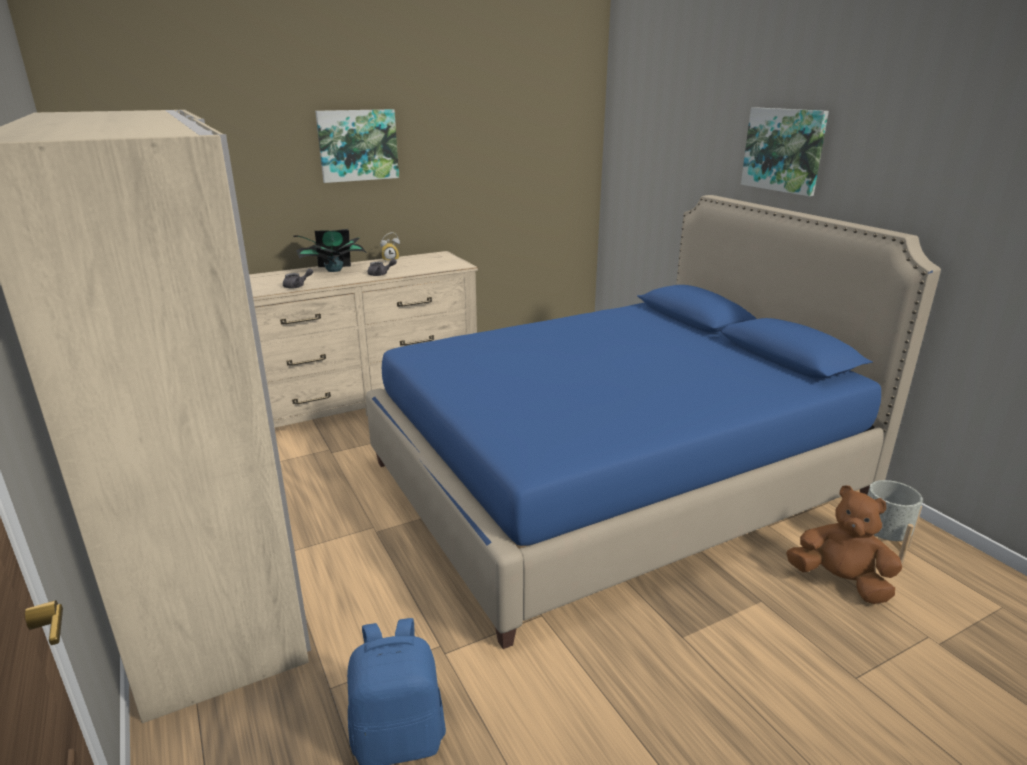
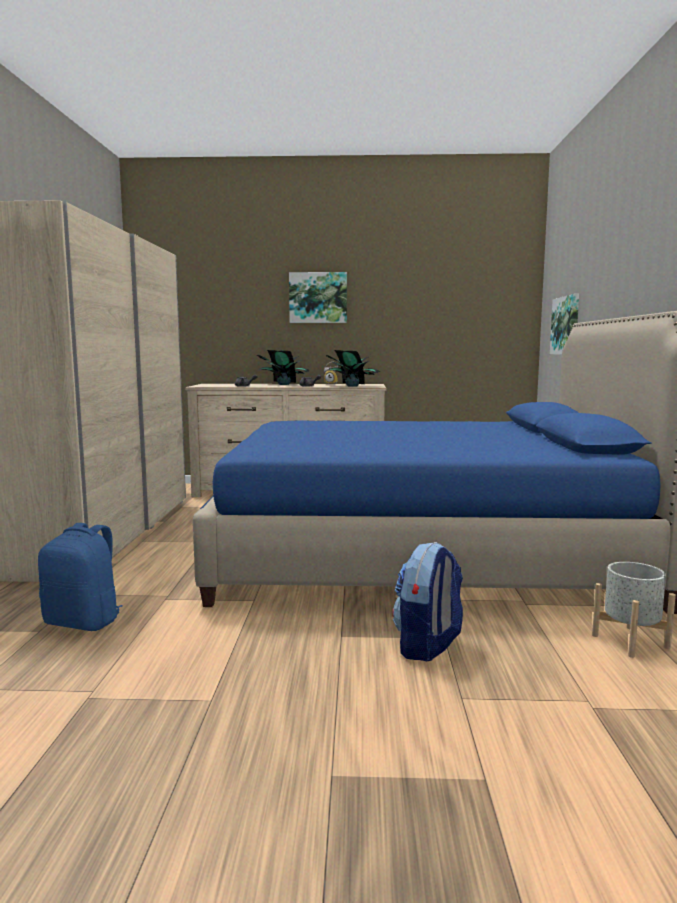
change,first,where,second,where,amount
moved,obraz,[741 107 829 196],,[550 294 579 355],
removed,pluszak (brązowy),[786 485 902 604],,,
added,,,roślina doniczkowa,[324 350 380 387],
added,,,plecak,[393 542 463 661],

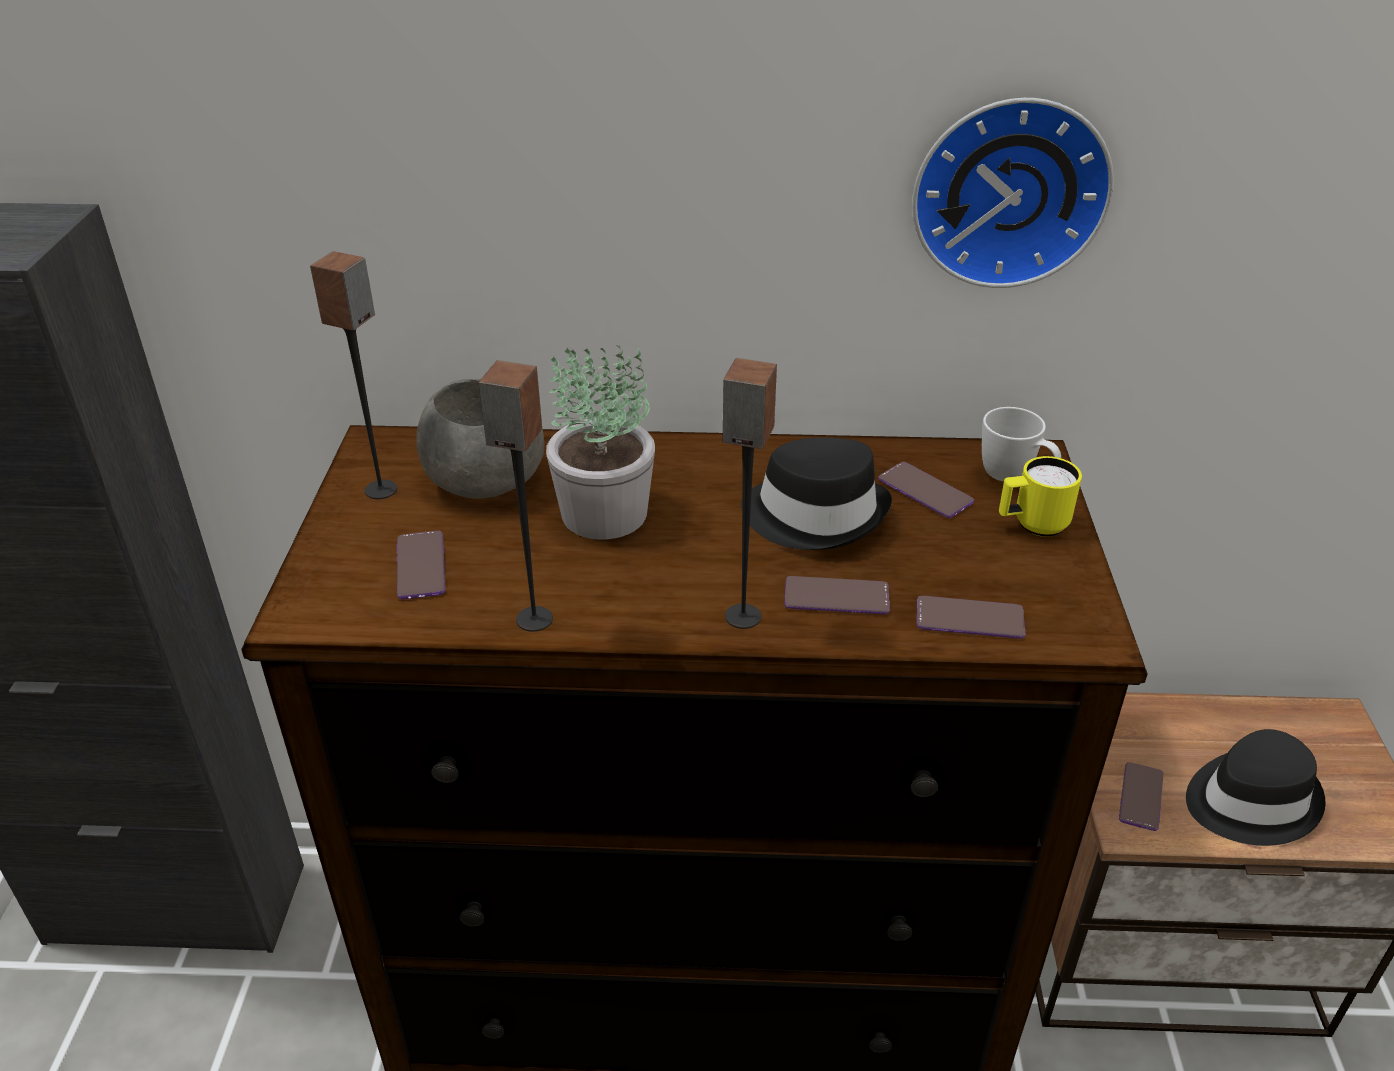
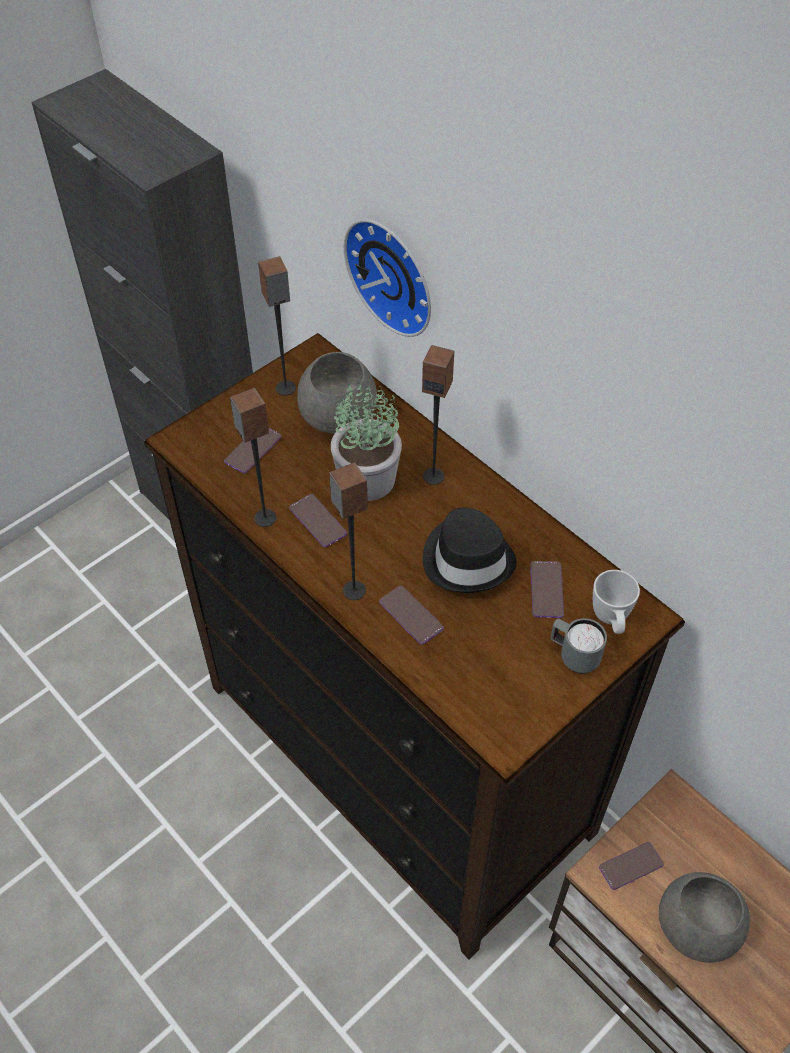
change,first,where,second,where,amount
moved,zegar ścienny,[912 98 1114 288],,[344 219 431 337],
recoloured,kubek (żółty),[999 456 1082 537],kubek (szary),[550 618 607 674],
moved,telefon,[917 596 1026 639],,[289 494 347 547],
replaced,kapelusz (czarny),[1186 729 1326 846],miska (szary),[659 872 750 963],
added,,,głośnik,[422 345 454 485],

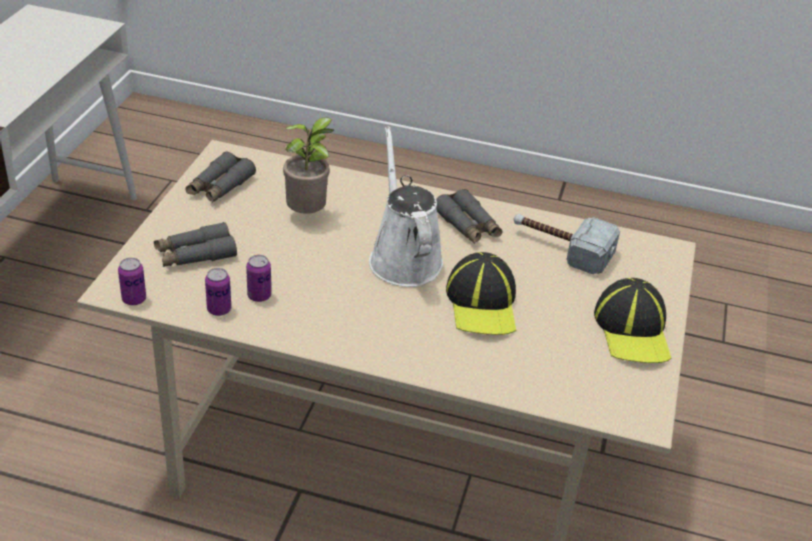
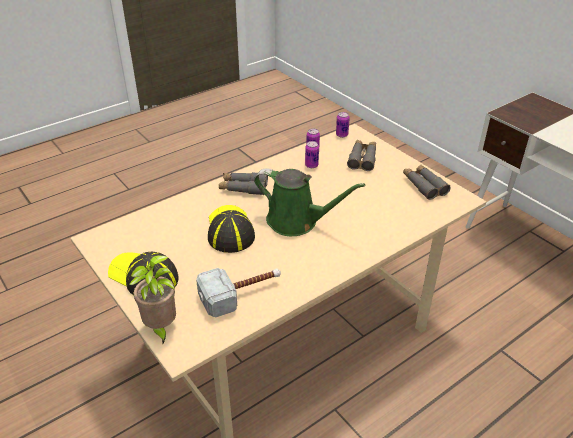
change,first,where,second,where,amount
moved,roślina doniczkowa,[283 117 334 214],,[129 255 176 343],
recoloured,konewka (biały),[369 126 443 287],konewka (zielony),[254 168 365 236],
moved,lornetka (szary),[436 189 503 244],,[219 172 268 195],
turned,czapka z daszkiem,[446 252 516 335],,[208 205 255 253],45 degrees clockwise

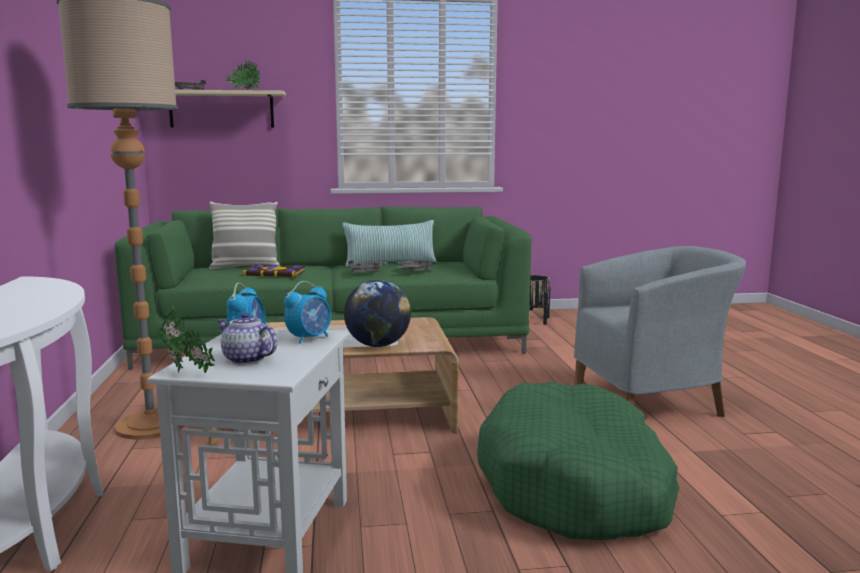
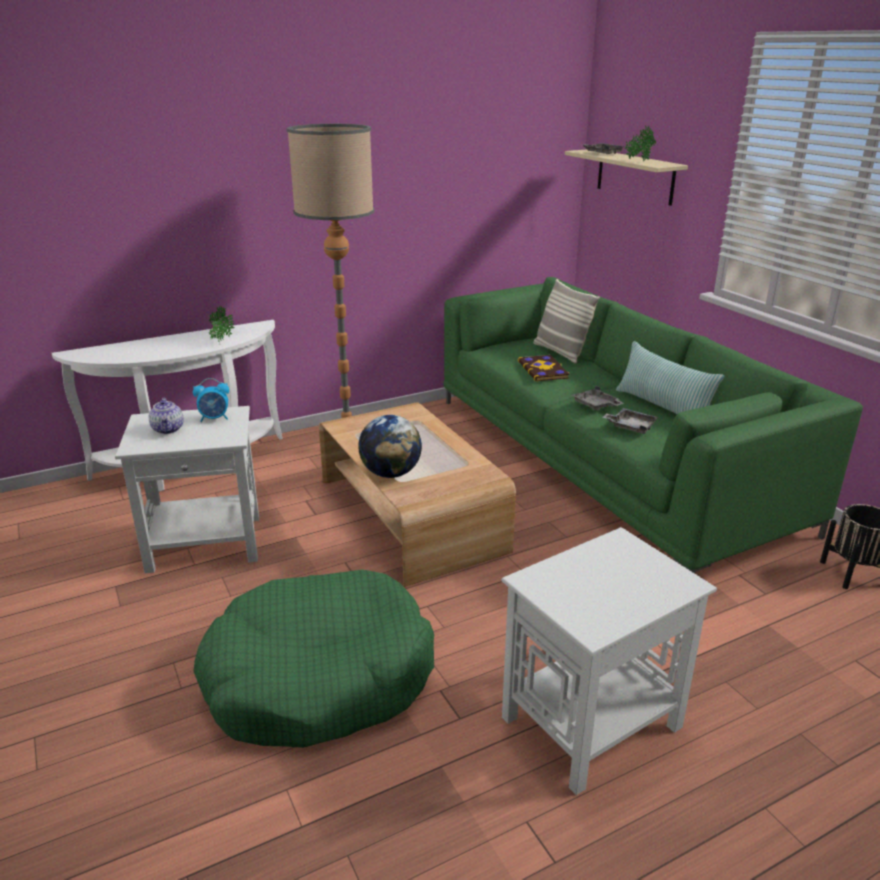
change,first,where,second,where,amount
replaced,fotel (szary),[574 246 746 417],stolik (biały),[502 527 717 795],
removed,budzik,[284 281 331 344],,,
moved,roślina doniczkowa,[159 306 216 373],,[209 306 234 344],
turned,imbryk,[216 312 277 365],,[149 398 184 434],150 degrees clockwise

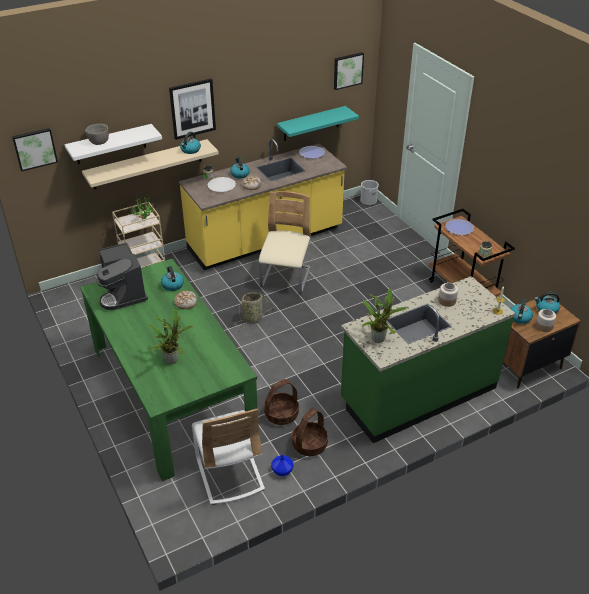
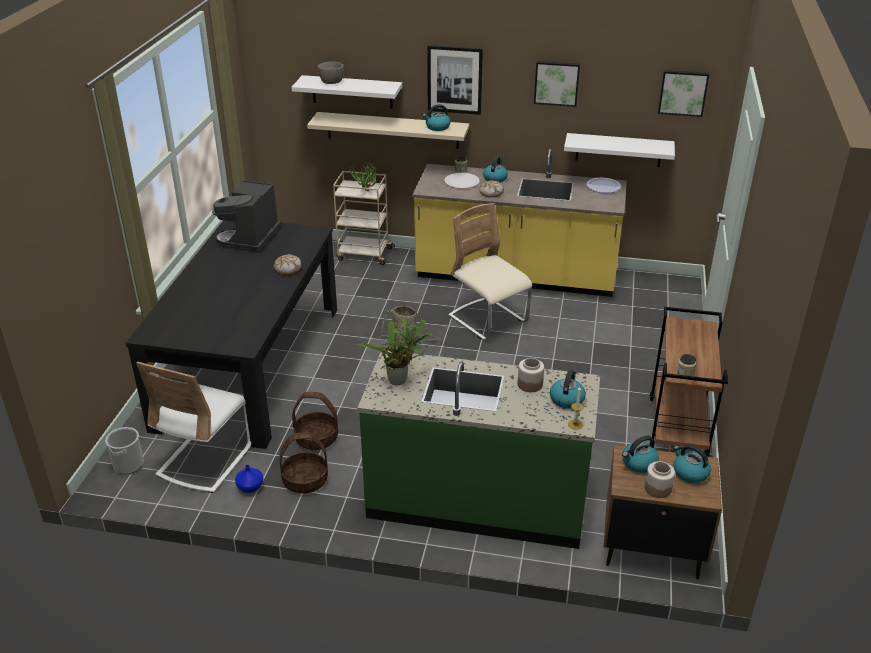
change,first,where,second,where,amount
recoloured,półka (turkusowy),[277 106 359 141],półka (biały),[564 133 675 167],
moved,obraz,[12 128 58 172],,[534 61 580 107],
moved,wiadro,[360 180 379 206],,[105 427 144 474],
turned,krzesło (beżowy),[259 191 311 293],,[448 203 532 340],90 degrees counterclockwise
removed,talerz,[445 219 474 235],,,
recoloured,stół jadalny (zielony),[80 259 257 482],stół jadalny (czarny),[126 221 337 449],
moved,czajnik,[161 266 184 291],,[550 370 586 409],
removed,roślina doniczkowa,[149 309 193 364],,,

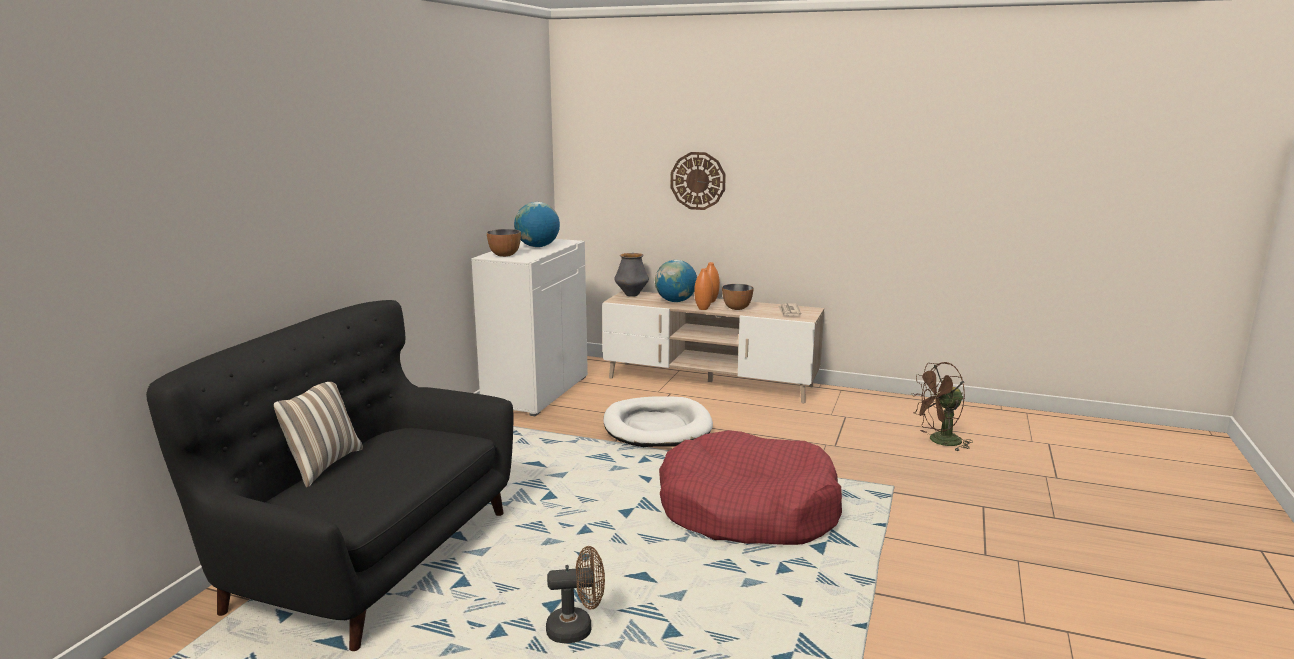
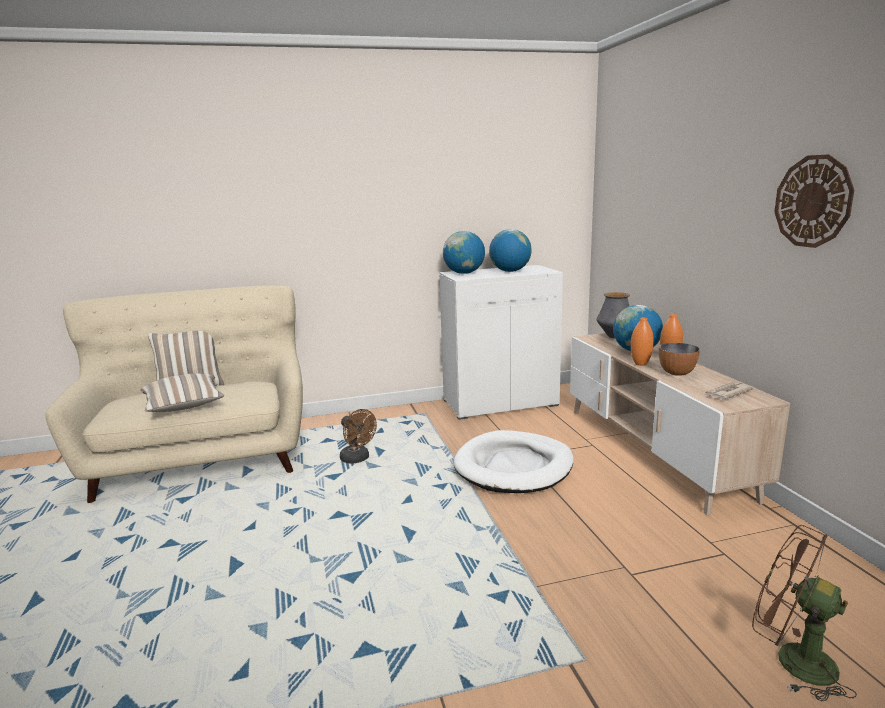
change,first,where,second,where,amount
moved,zegar ścienny,[671 152 726 210],,[774 154 854 248],
replaced,miska,[487 229 521 257],globus,[443 231 485 274],
recoloured,kanapa (czarny),[146 300 513 651],kanapa (beżowy),[45 285 303 503],
removed,legowisko (czerwony),[659 430 842 545],,,
moved,wentylator (brązowy),[546 546 605 643],,[340 409 377 464],
added,,,poduszka,[141 373 224 412],

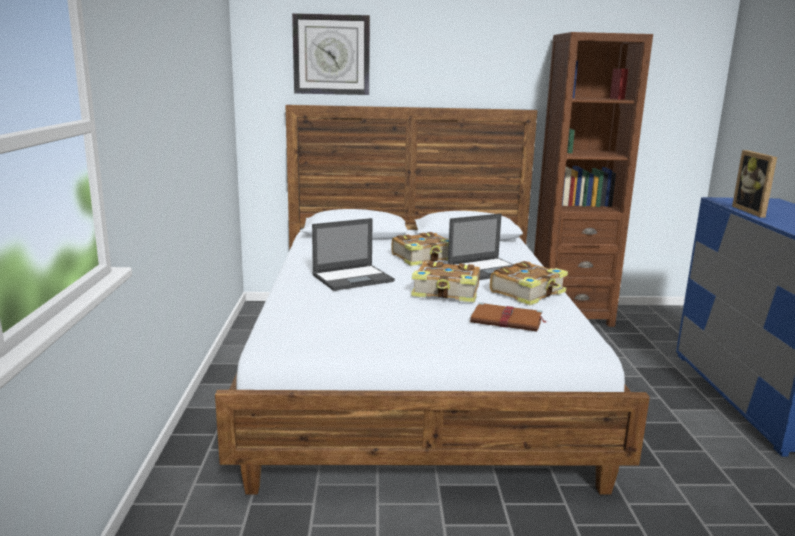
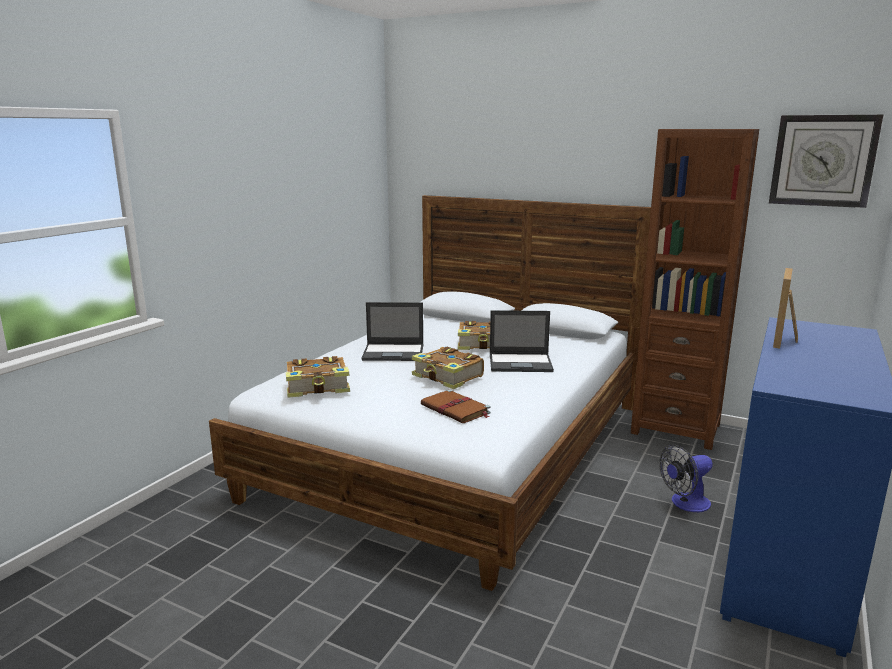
change,first,where,second,where,amount
moved,zegar ścienny,[292 13 370 95],,[769 115 883 208],
moved,książka,[490 261 568 305],,[286 356 350 398],
added,,,wentylator,[659 445 713 512],

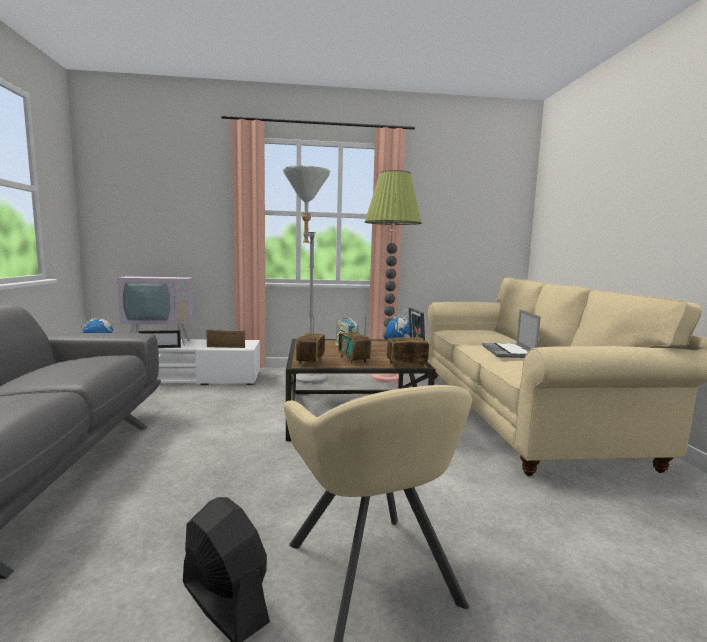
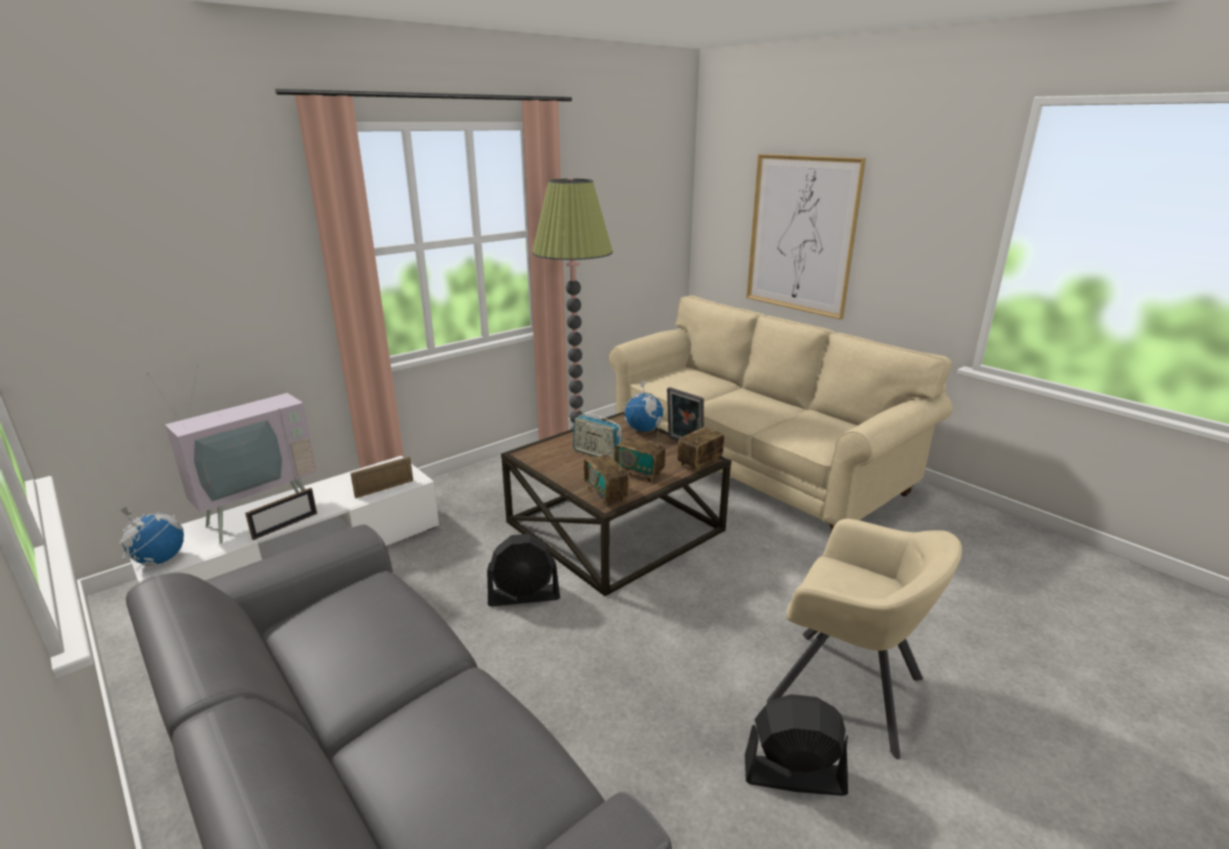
change,first,where,second,where,amount
removed,lampa stojąca (szary),[283 165 330 383],,,
removed,laptop,[482 310 541 358],,,
added,,,obraz,[746 154 866 320],
added,,,wentylator (czarny),[487 534 560 606],

